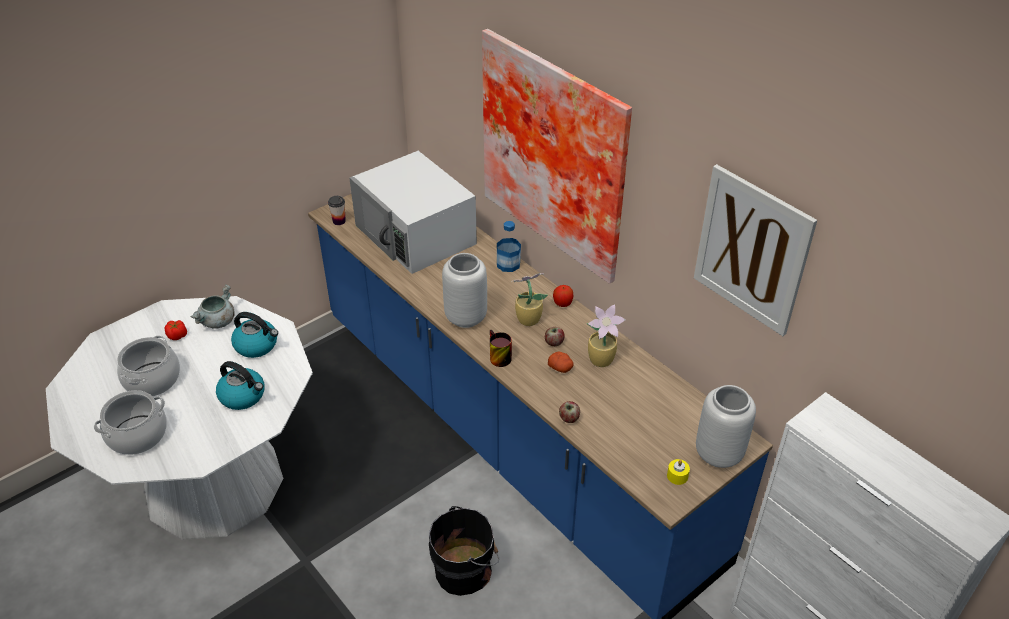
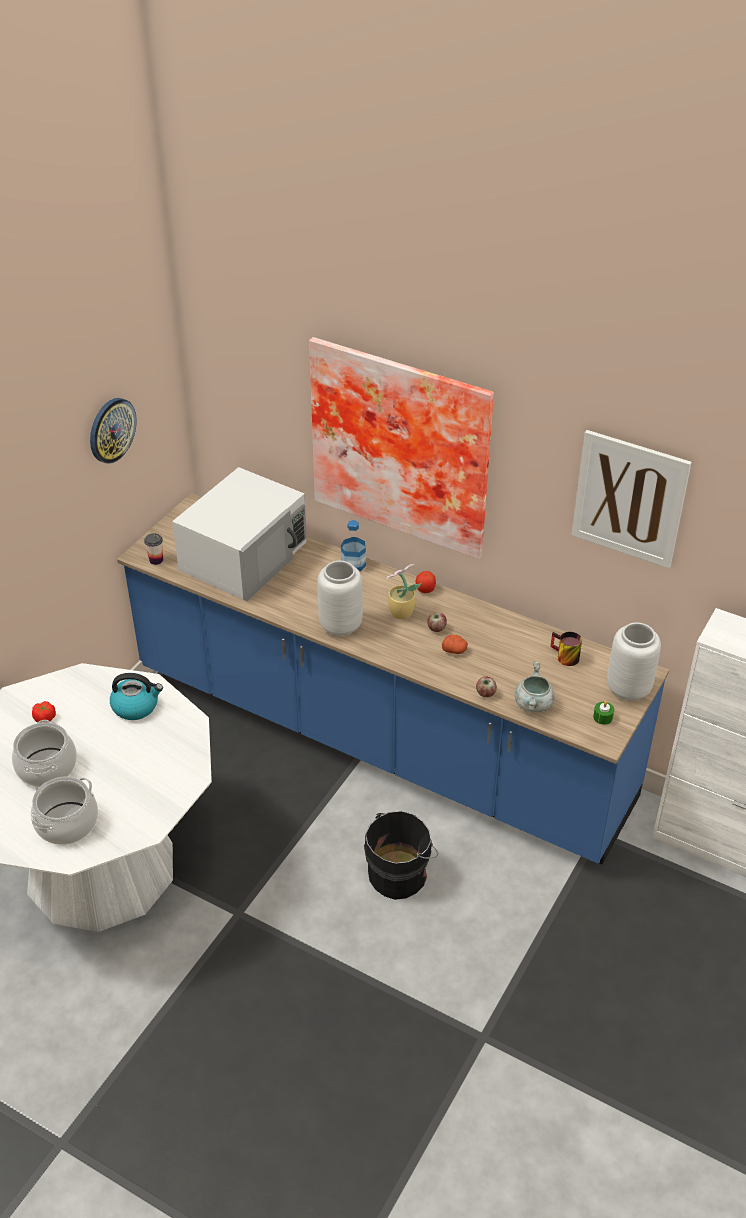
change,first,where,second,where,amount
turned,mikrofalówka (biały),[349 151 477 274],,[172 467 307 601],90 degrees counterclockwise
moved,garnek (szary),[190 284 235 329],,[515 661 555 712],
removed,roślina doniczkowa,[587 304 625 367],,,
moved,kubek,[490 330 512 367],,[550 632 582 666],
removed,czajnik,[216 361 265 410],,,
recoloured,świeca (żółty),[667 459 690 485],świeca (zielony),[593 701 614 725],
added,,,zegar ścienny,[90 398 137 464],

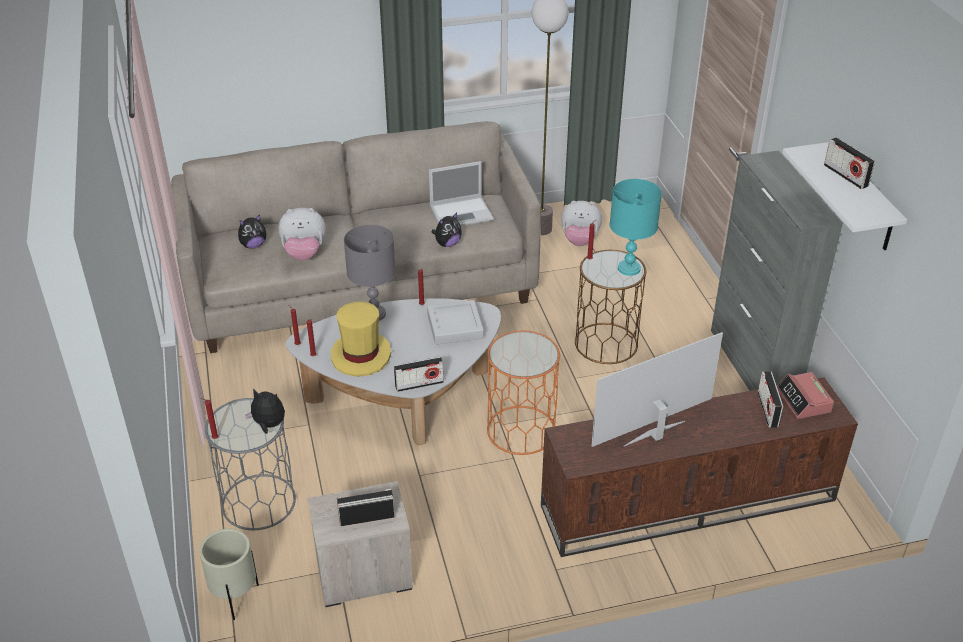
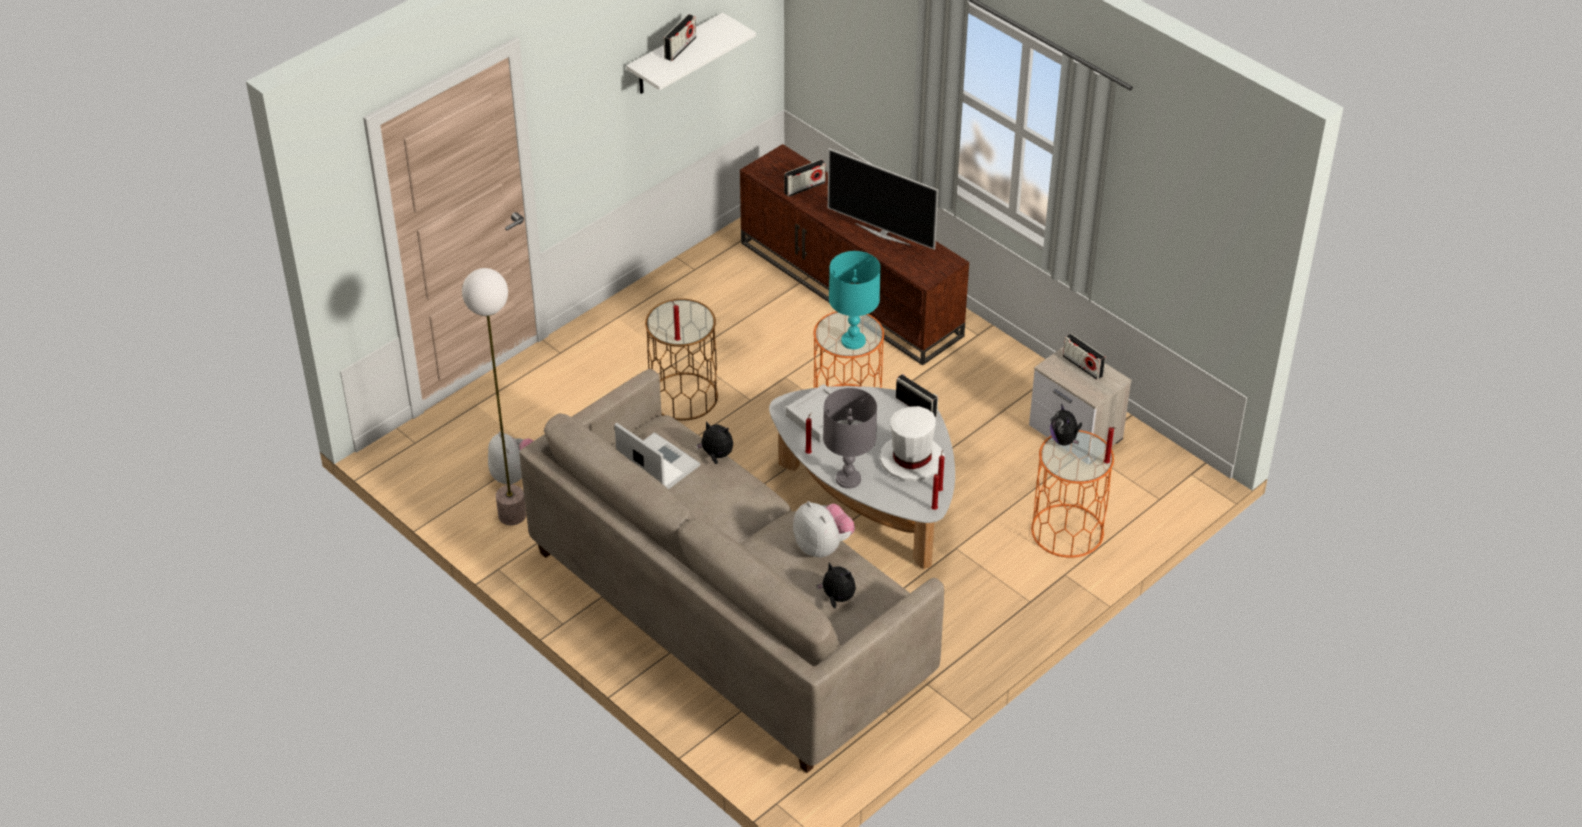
change,first,where,second,where,amount
removed,szafka (szary),[711 150 843 391],,,
moved,lampa stołowa (turkusowy),[610 179 662 276],,[829 251 881 349],
recoloured,kapelusz (żółty),[331 301 391 377],kapelusz (biały),[880 406 945 481],
removed,budzik,[777 372 834 419],,,
recoloured,stolik (szary),[205 398 296 530],stolik (pomarańczowy),[1031 430 1114 558],
removed,donica (beżowy),[199 529 259 620],,,

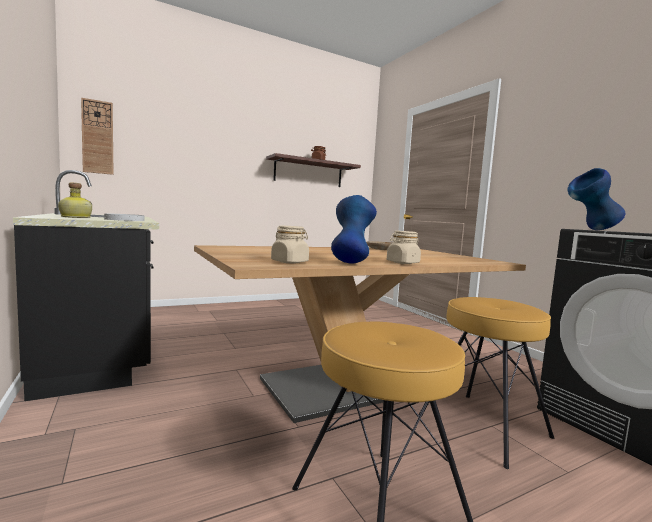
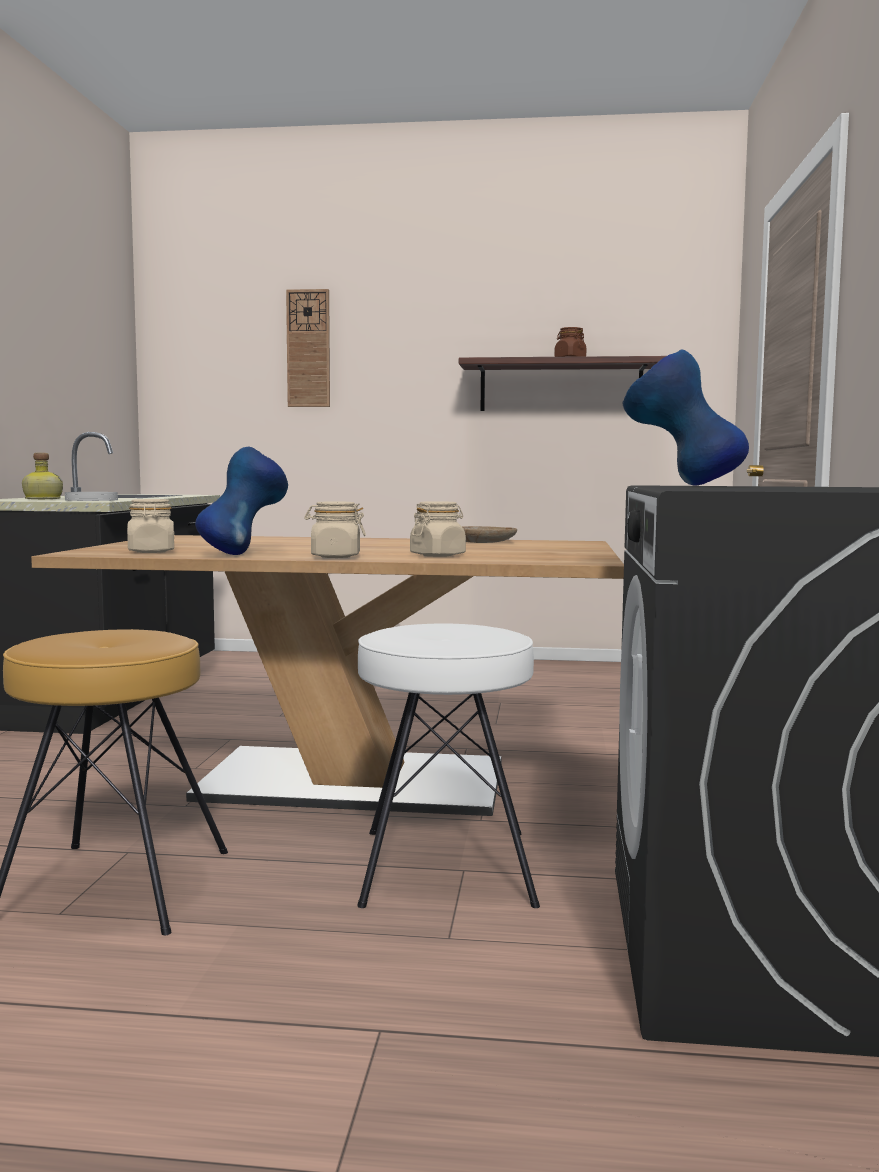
change,first,where,second,where,amount
moved,zegar ścienny,[81 98 114 175],,[286 289 330 407],
recoloured,stołek (brązowy),[418 297 554 469],stołek (biały),[357 623 540 908],
added,,,słoik (beżowy),[410 501 466 557],

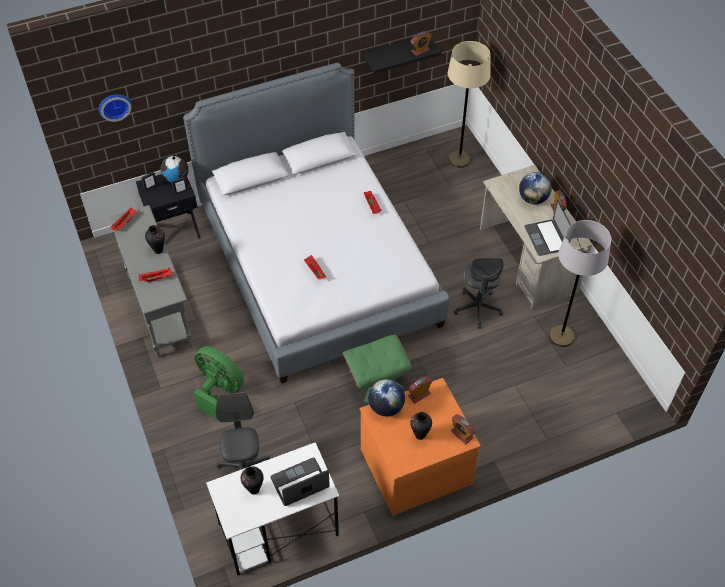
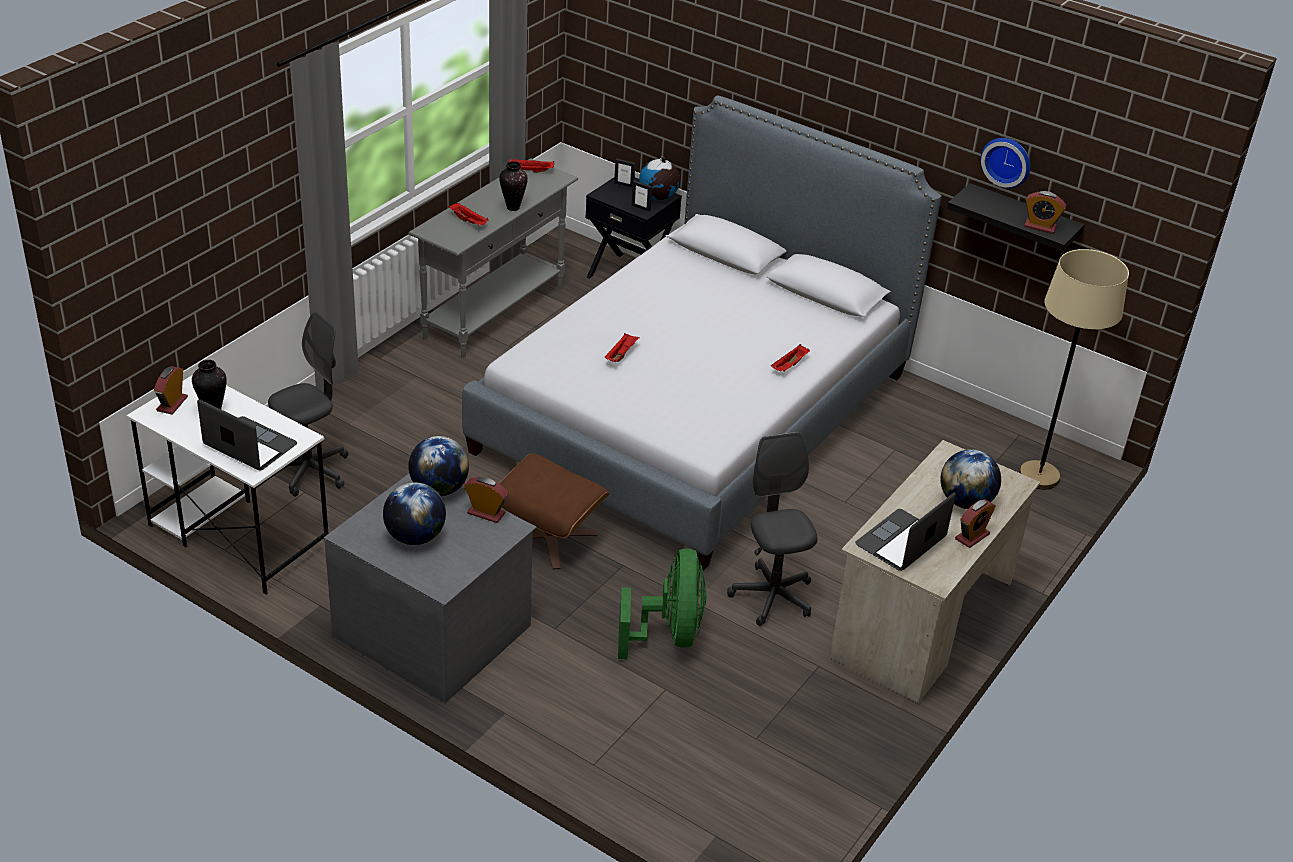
change,first,where,second,where,amount
moved,zegar ścienny,[99 94 132 122],,[981 138 1031 188],
removed,lampa stojąca (szary),[549 220 611 347],,,
turned,krzesło biurowe (szary),[454 258 504 329],,[727 432 818 626],105 degrees clockwise
recoloured,pufa (zielony),[342 334 412 403],pufa (brązowy),[499 453 609 569],
moved,wentylator (zielony),[194 346 244 419],,[618 549 706 660],
recoloured,komoda (pomarańczowy),[360 378 481 516],komoda (szary),[324 474 536 703],
replaced,wazon,[410 412 432 440],globus,[383 482 446 545],
moved,budzik,[451 414 476 444],,[154 366 188 415],

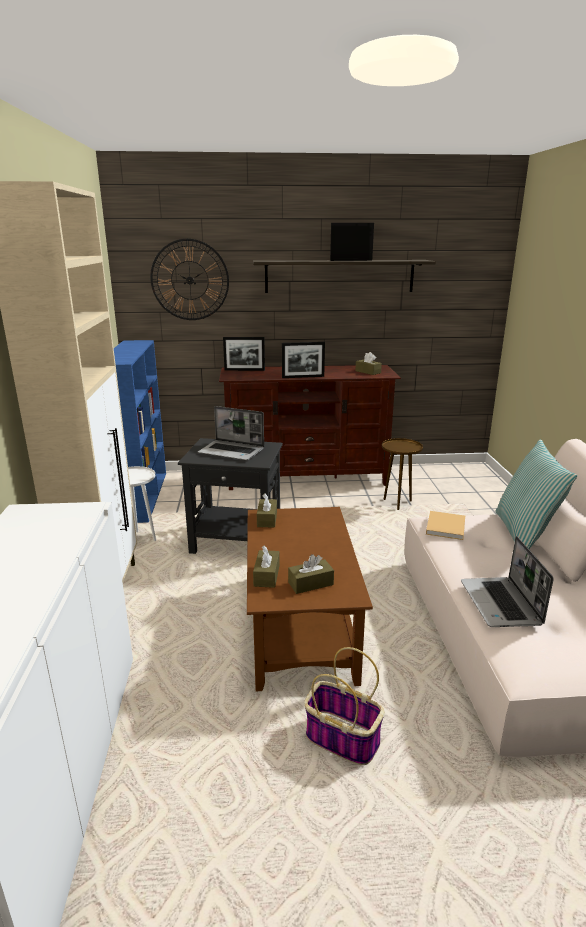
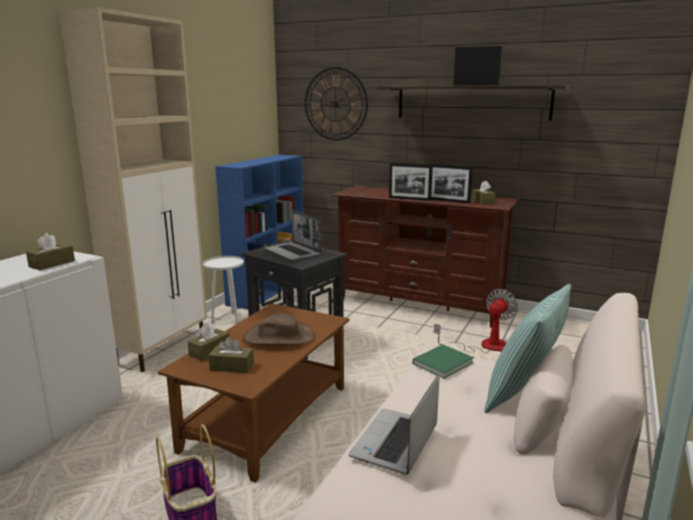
change,first,where,second,where,amount
moved,ramka na zdjęcie,[223 337 265 371],,[430 164 473 204],
replaced,stolik (brązowy),[382 438 423 510],wentylator,[434 289 518 353],
moved,pudełko chusteczek (brązowy),[257 494 277 527],,[26 233 75 270],
recoloured,książka (beżowy),[426 511 465 540],książka (zielony),[413 345 474 379],
added,,,kapelusz (brązowy),[242 313 315 345],

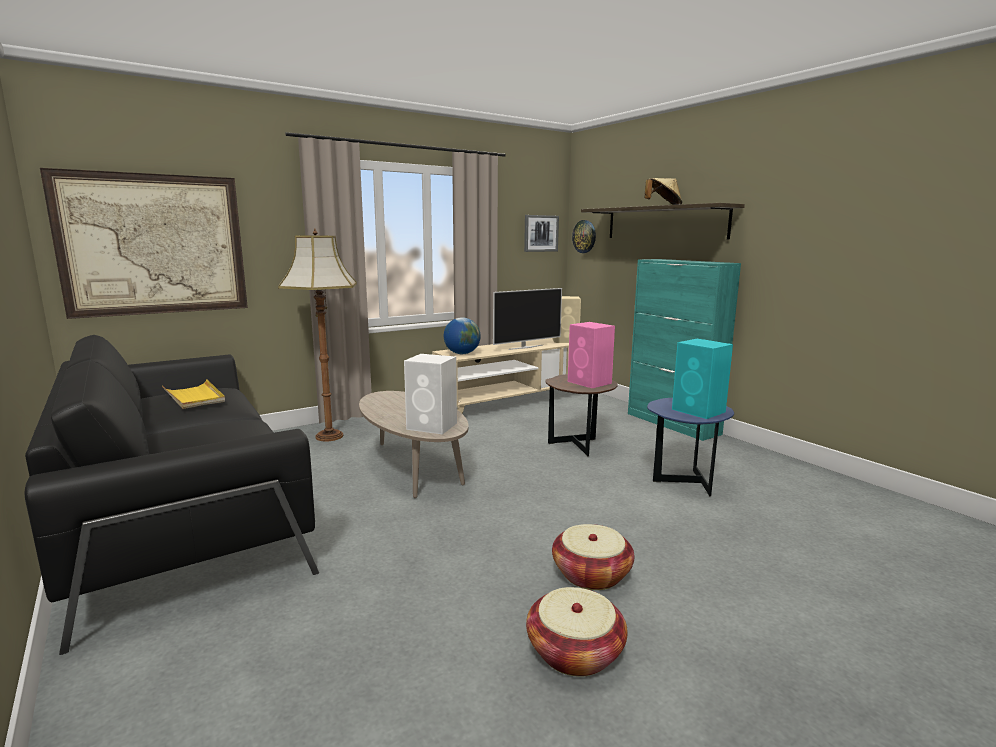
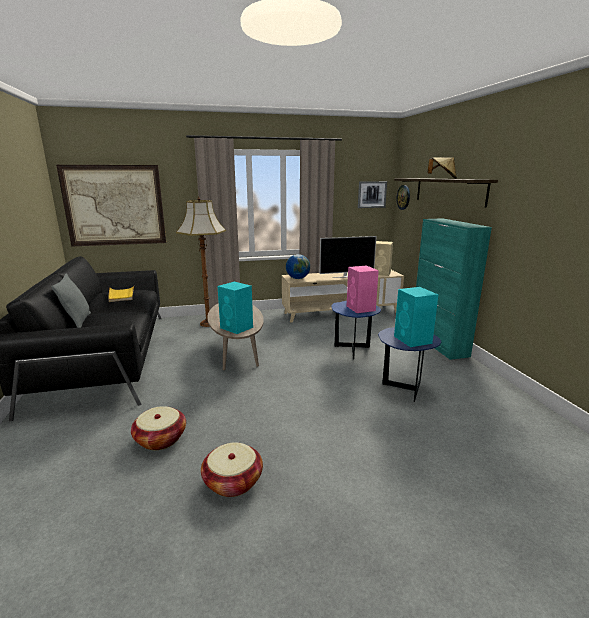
change,first,where,second,where,amount
recoloured,głośnik (biały),[404 354 457 434],głośnik (turkusowy),[218 282 253 334],
recoloured,stolik (brązowy),[545 374 618 457],stolik (niebieski),[331 301 381 359],
moved,koszyk,[552 524 634 590],,[131 406 186 450],
added,,,poduszka (szary),[51 274 91 328],

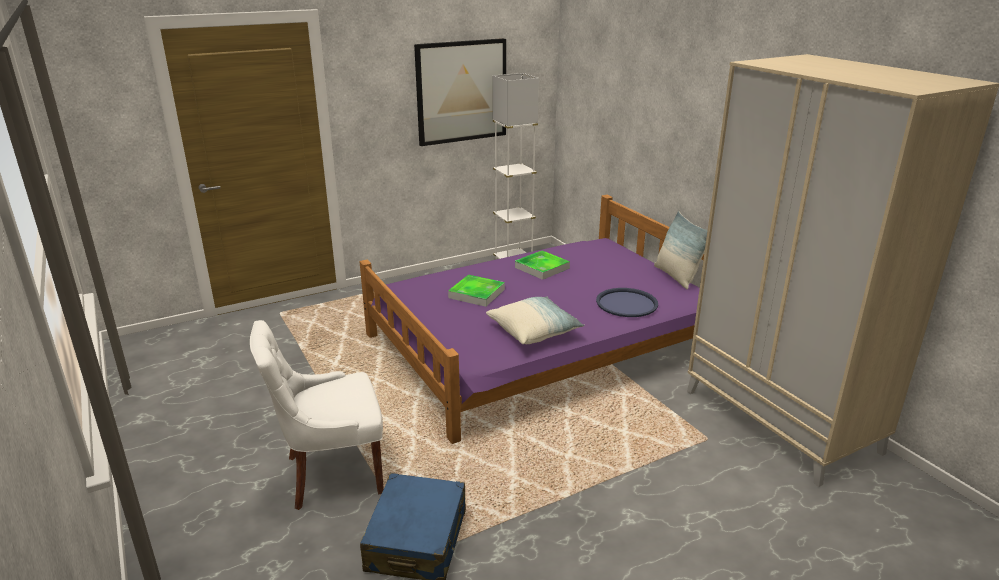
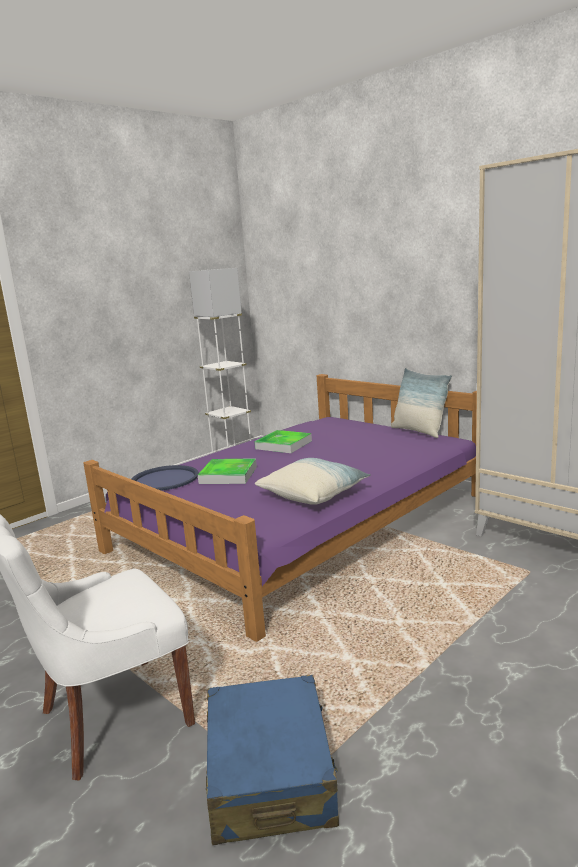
change,first,where,second,where,amount
removed,obraz,[414 38 506 146],,,
moved,taca (niebieski),[596 288 658 317],,[132 465 198 491],

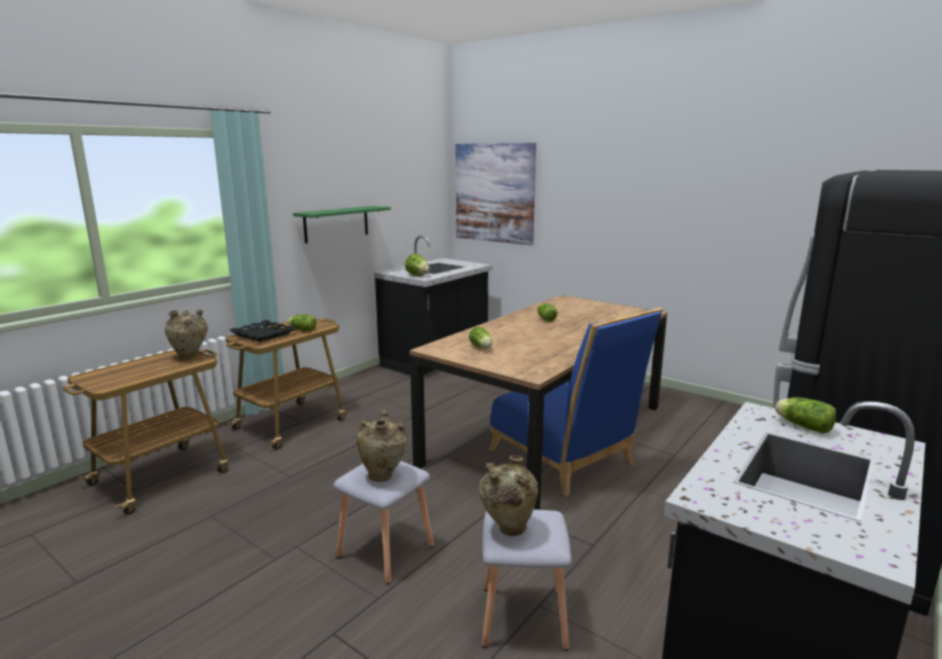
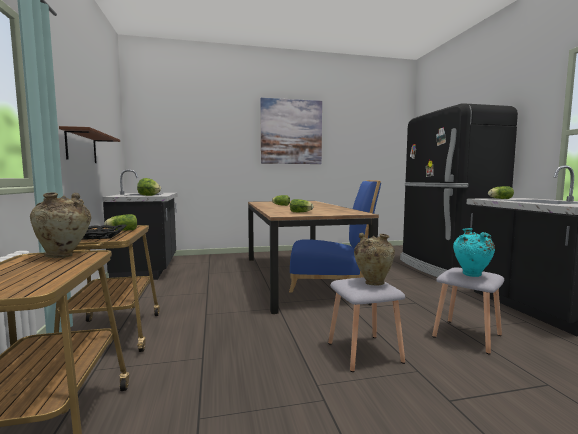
change,first,where,second,where,amount
moved,obraz,[456 143 536 245],,[260 98 322 164],
recoloured,półka (zielony),[293 206 391 243],półka (brązowy),[59 126 120 163],
recoloured,wazon (beżowy),[478 455 538 536],wazon (turkusowy),[453 228 495 277],

